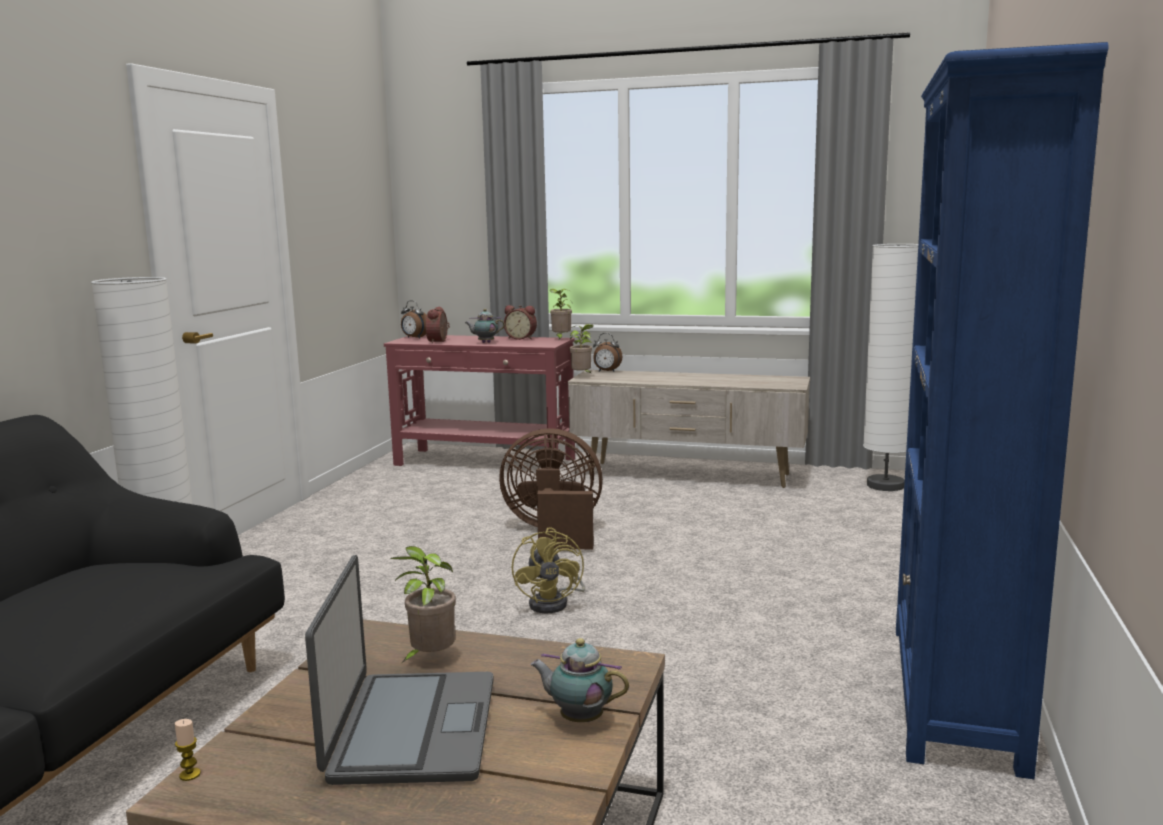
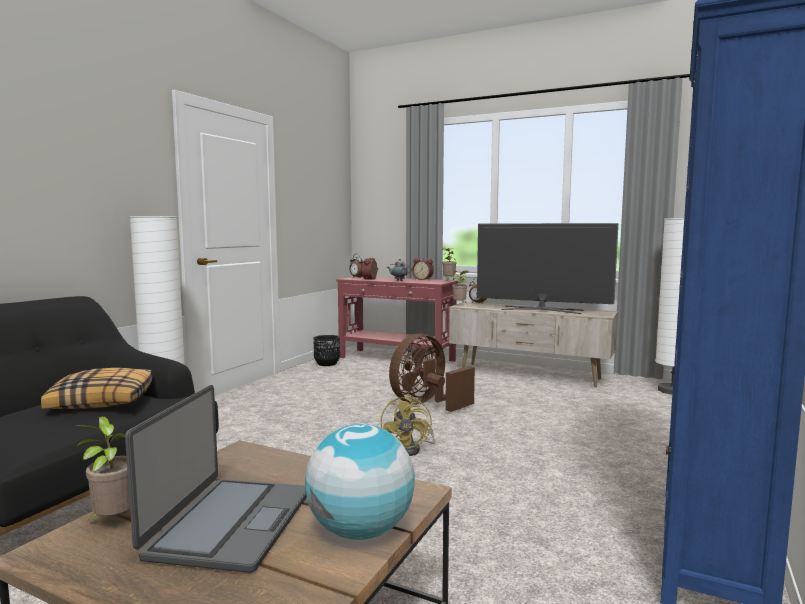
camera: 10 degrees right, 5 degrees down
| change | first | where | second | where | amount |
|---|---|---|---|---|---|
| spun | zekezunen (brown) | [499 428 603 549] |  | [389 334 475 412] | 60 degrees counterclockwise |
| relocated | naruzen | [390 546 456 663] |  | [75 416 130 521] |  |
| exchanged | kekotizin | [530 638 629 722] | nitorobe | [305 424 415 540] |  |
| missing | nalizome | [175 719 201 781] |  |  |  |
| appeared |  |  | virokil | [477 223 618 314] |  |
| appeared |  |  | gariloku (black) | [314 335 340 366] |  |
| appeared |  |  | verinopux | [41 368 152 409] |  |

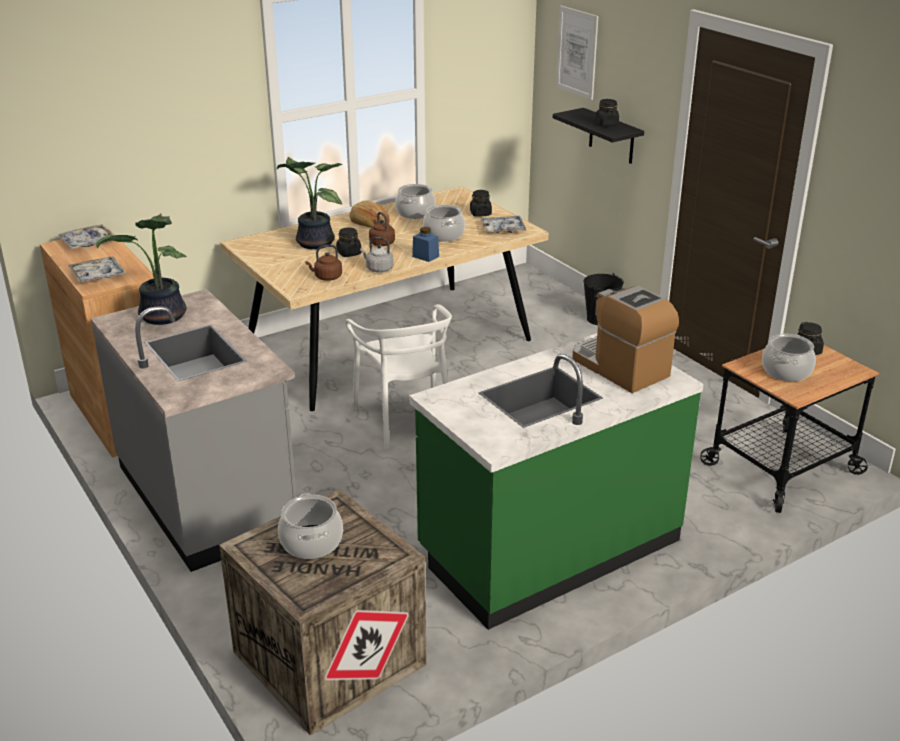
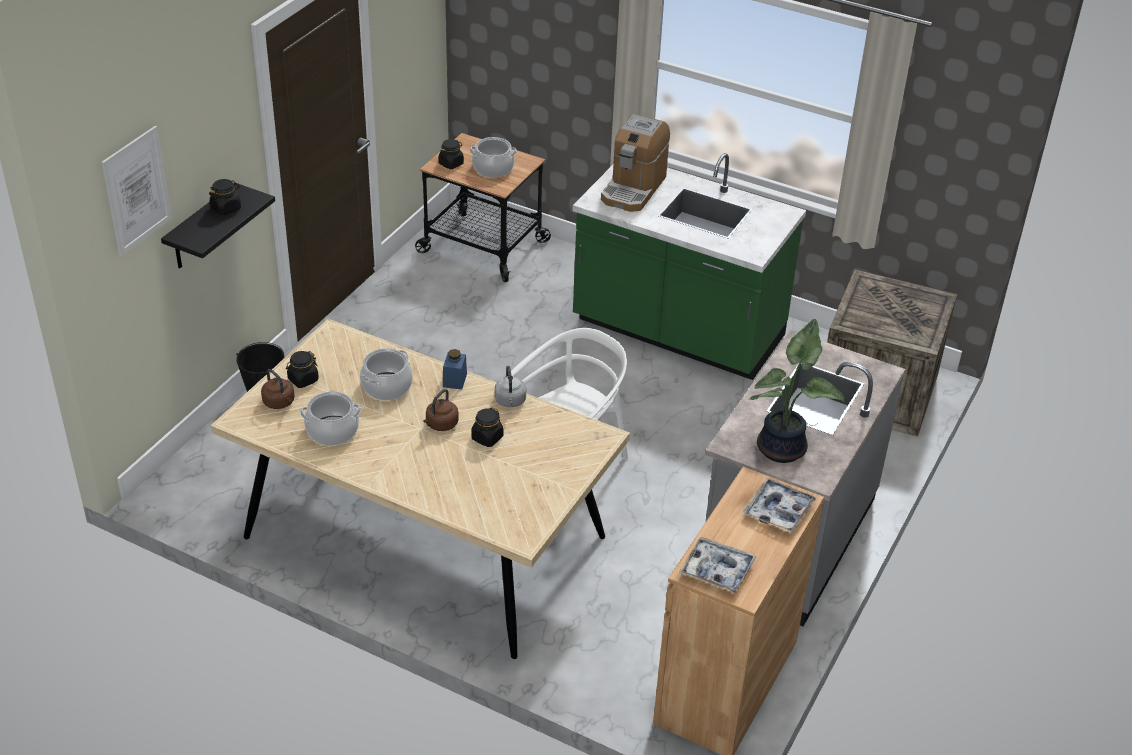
camera: 120 degrees left, 10 degrees up
| change | first | where | second | where | amount |
|---|---|---|---|---|---|
| missing | naruzen | [277 157 342 249] |  |  |  |
| missing | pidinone | [350 200 390 228] |  |  |  |
| missing | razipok | [481 216 527 233] |  |  |  |
| relocated | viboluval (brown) | [305 245 342 281] |  | [261 369 295 409] |  |
| missing | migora | [278 494 343 559] |  |  |  |

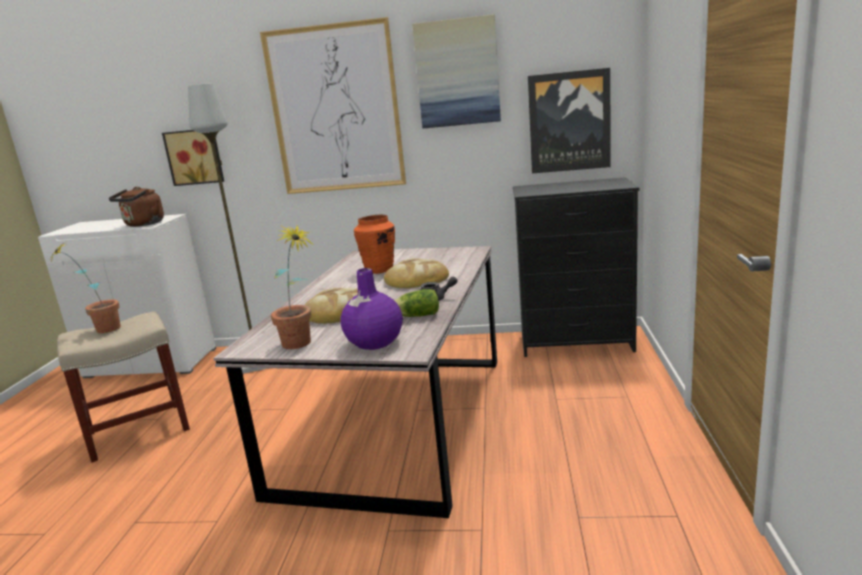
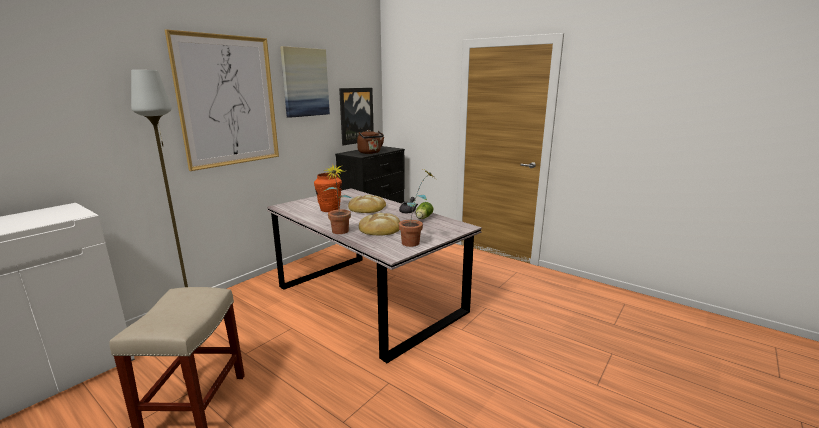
camera: 60 degrees left, 0 degrees up
| change | first | where | second | where | amount |
|---|---|---|---|---|---|
| missing | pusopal | [162 130 224 186] |  |  |  |
| relocated | viboluval (brown) | [109 187 164 227] |  | [357 130 384 154] |  |
| relocated | naruzen | [50 239 121 333] |  | [324 163 352 234] |  |
| missing | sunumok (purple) | [341 268 403 350] |  |  |  |

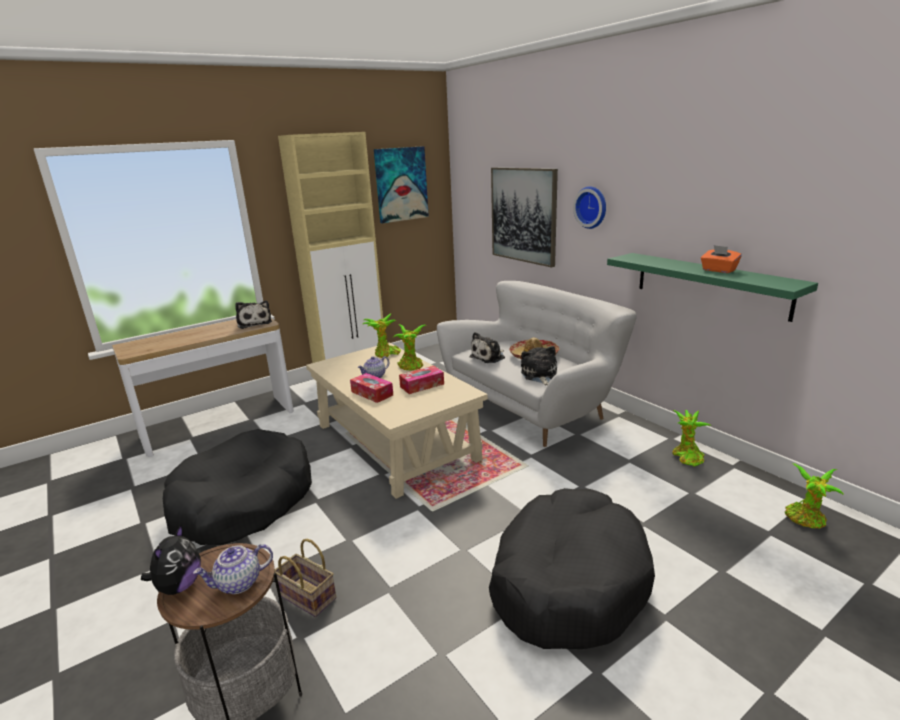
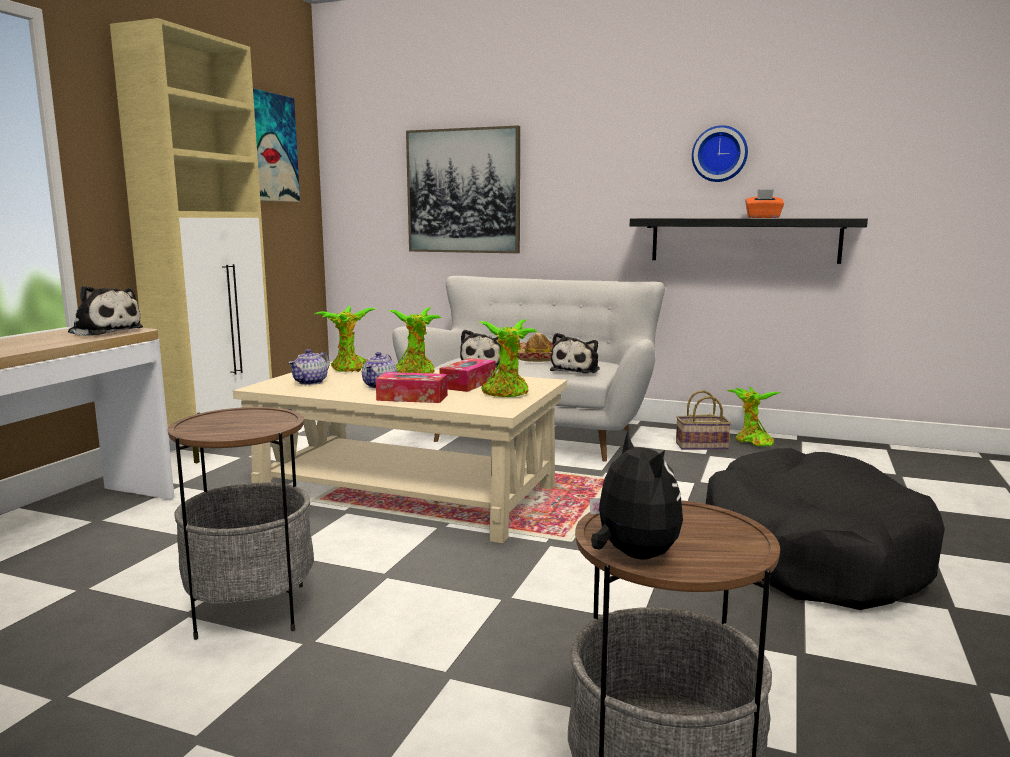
camera: 35 degrees left, 10 degrees down
| change | first | where | second | where | amount |
|---|---|---|---|---|---|
| relocated | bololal | [573 186 606 229] |  | [692 125 748 182] |  |
| colour | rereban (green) | [607 253 818 322] | rereban (black) | [630 218 868 264] |  |
| spun | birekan | [521 346 557 386] |  | [550 333 600 373] | 120 degrees counterclockwise |
| exchanged | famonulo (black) | [163 429 312 545] | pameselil | [167 407 314 640] |  |
| relocated | naruzen | [785 463 844 529] |  | [480 319 537 397] |  |
| relocated | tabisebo | [275 539 336 617] |  | [676 390 731 450] |  |
| relocated | kekotizin | [193 544 273 594] |  | [288 349 330 385] |  |

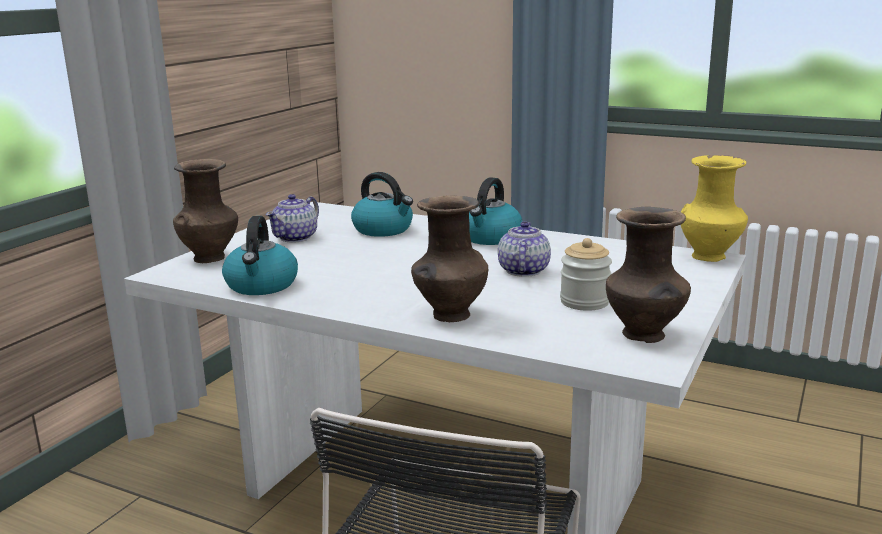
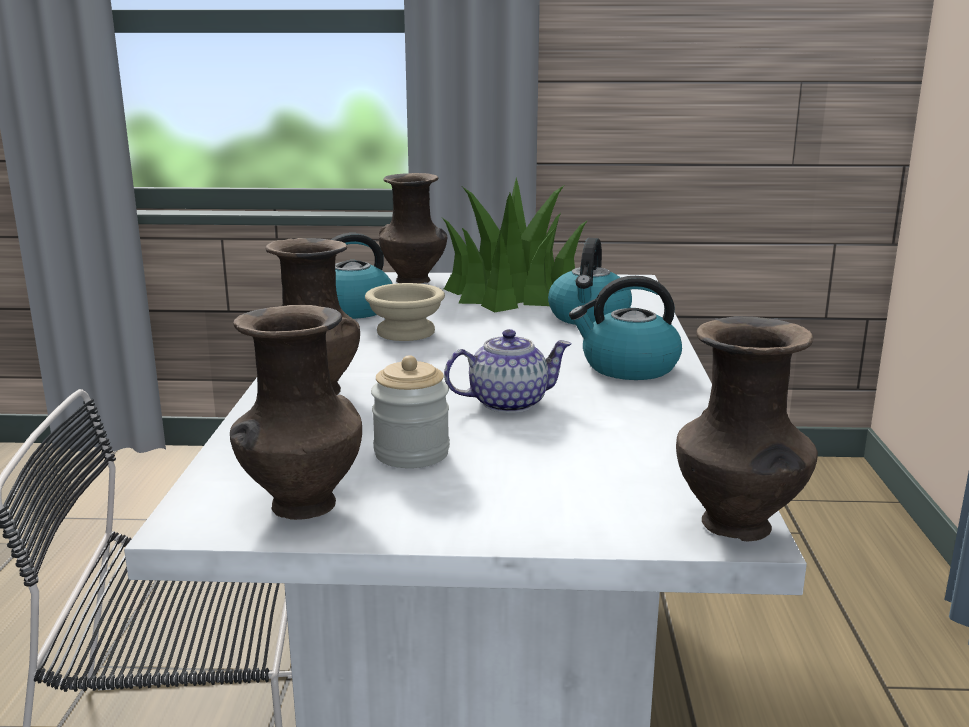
camera: 65 degrees right, 0 degrees up
| change | first | where | second | where | amount |
|---|---|---|---|---|---|
| colour | sunumok (yellow) | [681 155 748 262] | sunumok (brown) | [676 316 818 542] |  |
| exchanged | kekotizin | [266 194 319 243] | naruzen | [442 177 588 312] |  |
| appeared |  |  | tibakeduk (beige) | [365 283 445 341] |  |

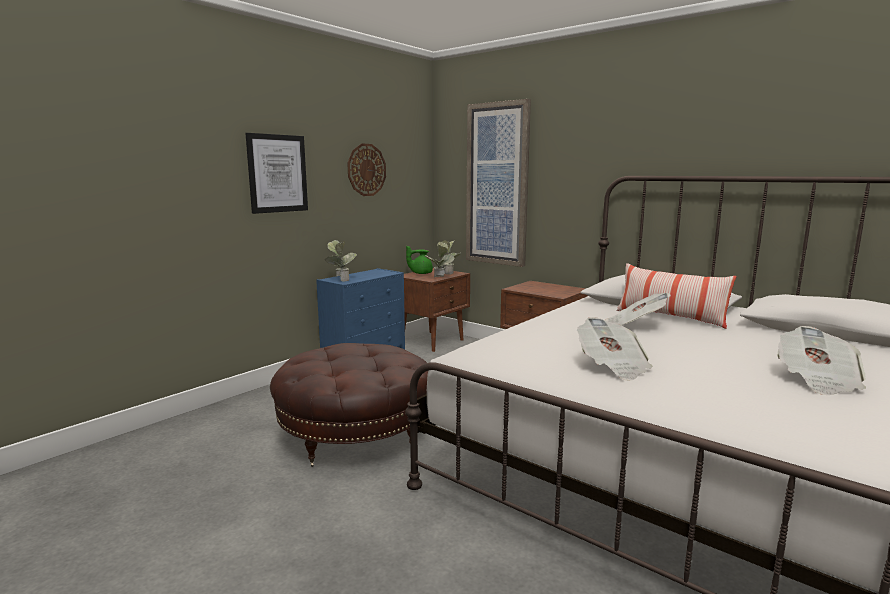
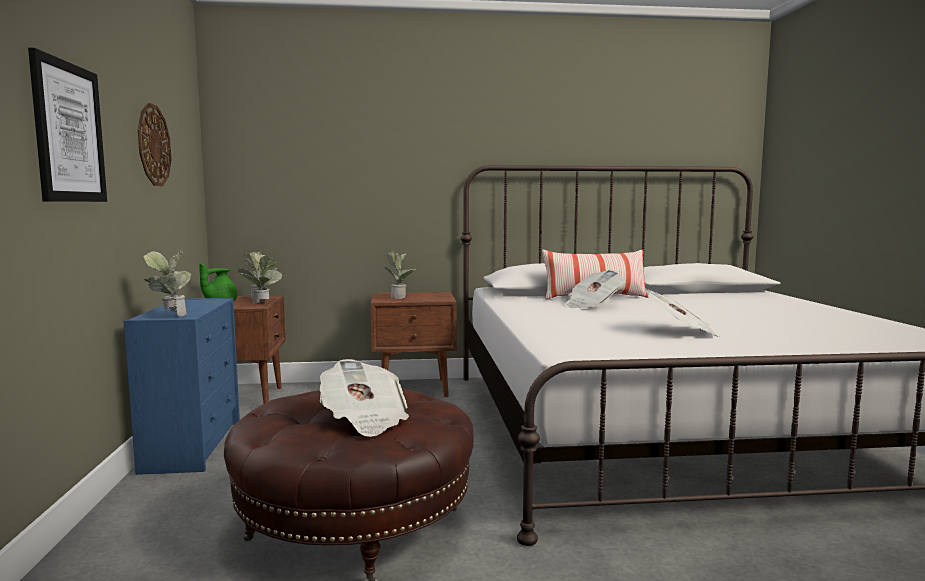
camera: 45 degrees left, 5 degrees down
| change | first | where | second | where | amount |
|---|---|---|---|---|---|
| missing | pusopal | [466 99 531 267] |  |  |  |
| relocated | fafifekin | [777 326 866 395] |  | [319 359 409 437] |  |
| appeared |  |  | naruzen | [385 251 416 299] |  |

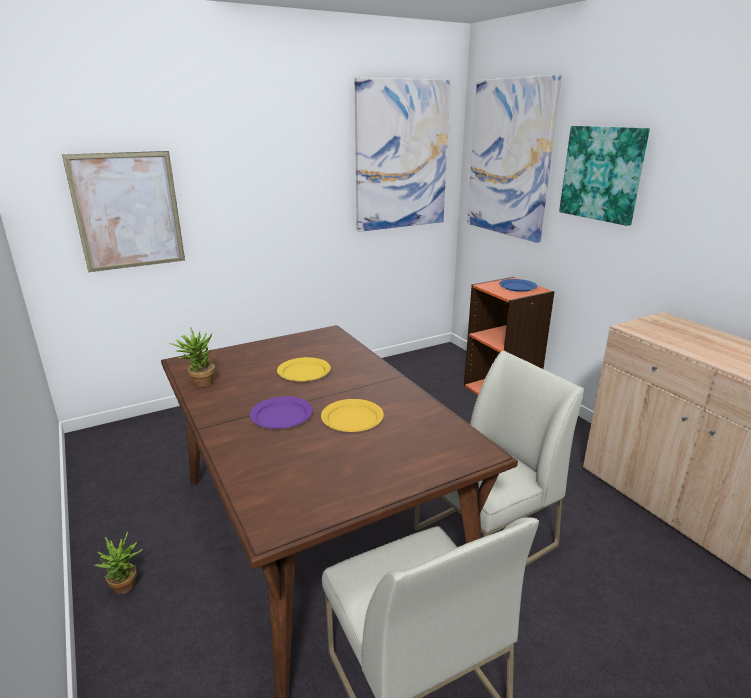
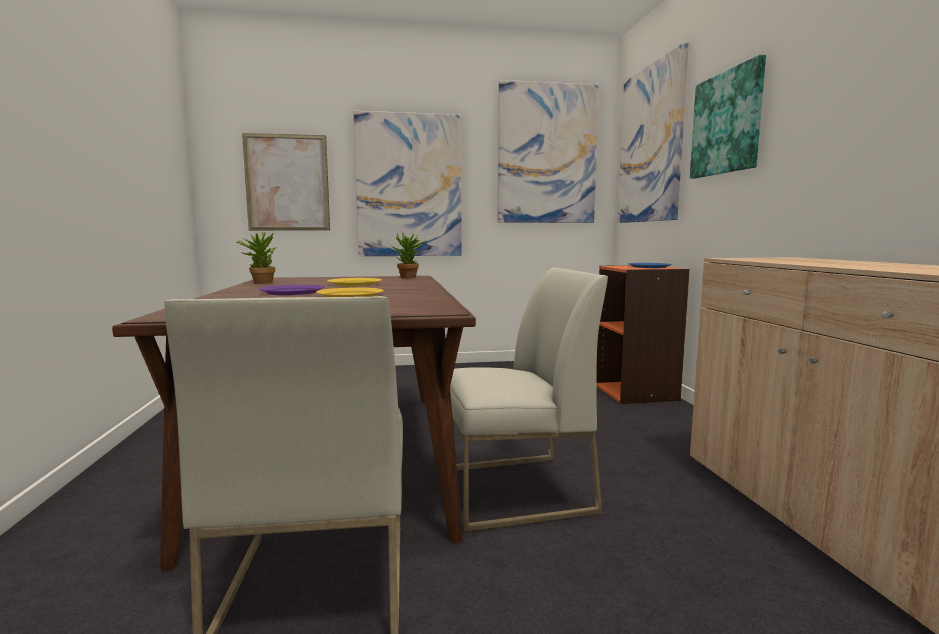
camera: 20 degrees right, 15 degrees down
| change | first | where | second | where | amount |
|---|---|---|---|---|---|
| relocated | naruzen | [94 532 143 594] |  | [392 232 427 278] |  |
| appeared |  |  | pusopal | [354 111 461 256] |  |

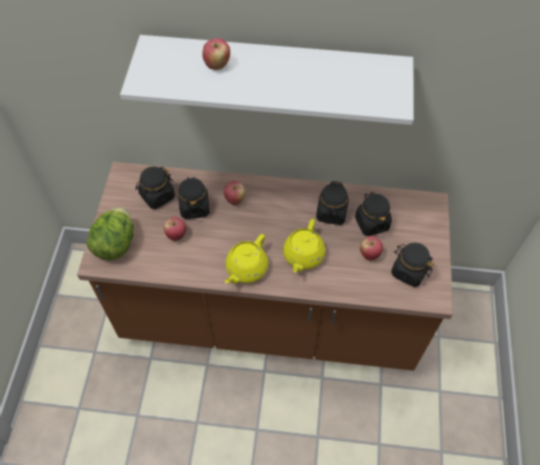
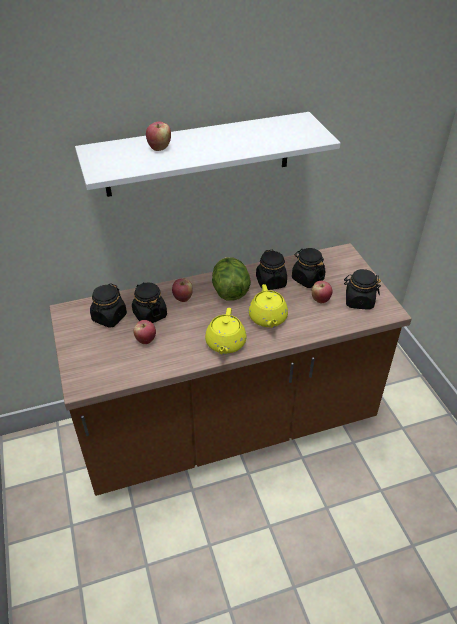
camera: 25 degrees left, 15 degrees down
| change | first | where | second | where | amount |
|---|---|---|---|---|---|
| relocated | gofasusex | [87 207 133 261] |  | [212 257 251 301] |  |

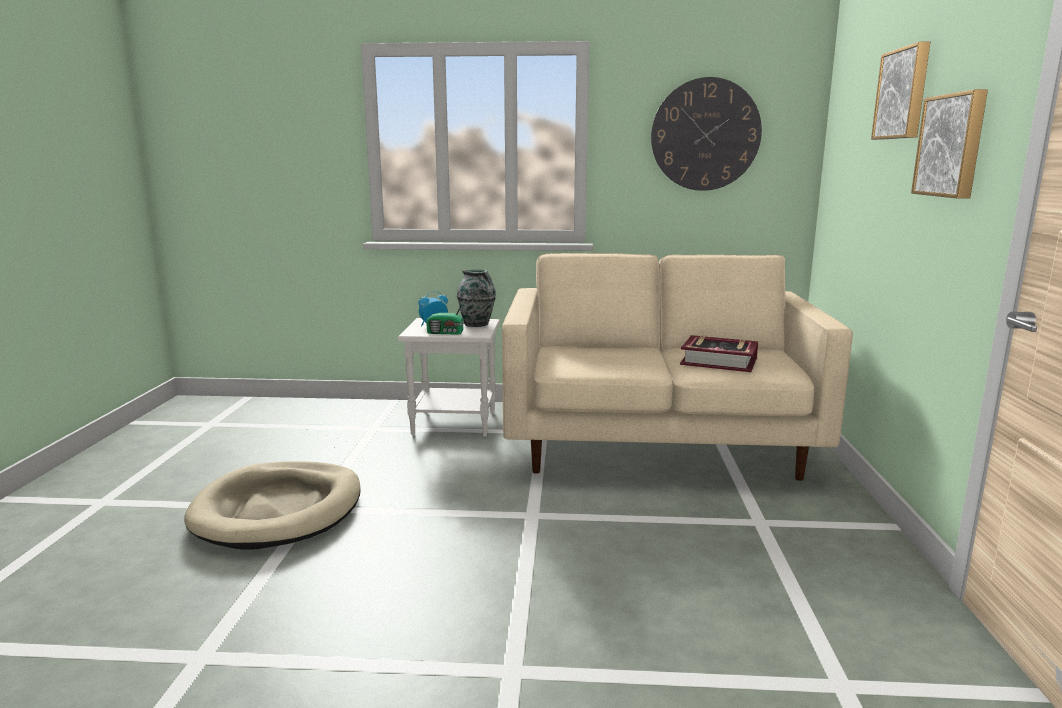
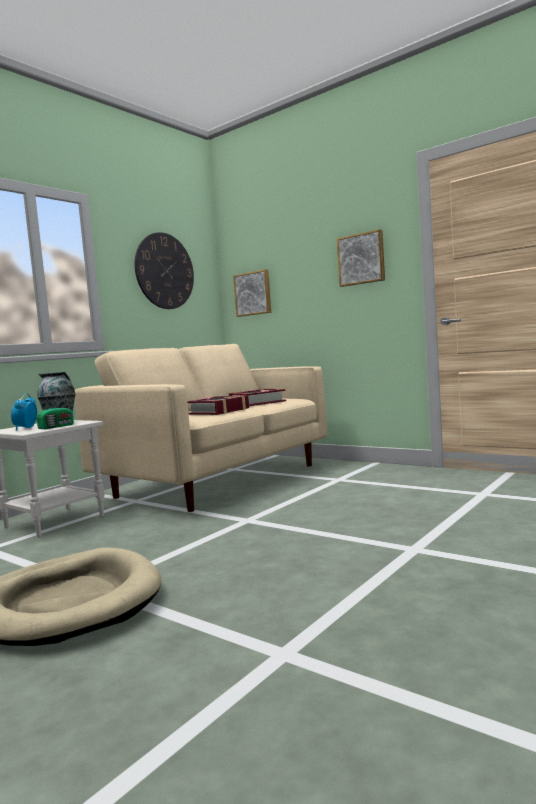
camera: 55 degrees left, 10 degrees down
| change | first | where | second | where | amount |
|---|---|---|---|---|---|
| relocated | pusopal | [871 42 930 140] |  | [233 269 271 317] |  |
| appeared |  |  | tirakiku | [187 395 249 415] |  |

